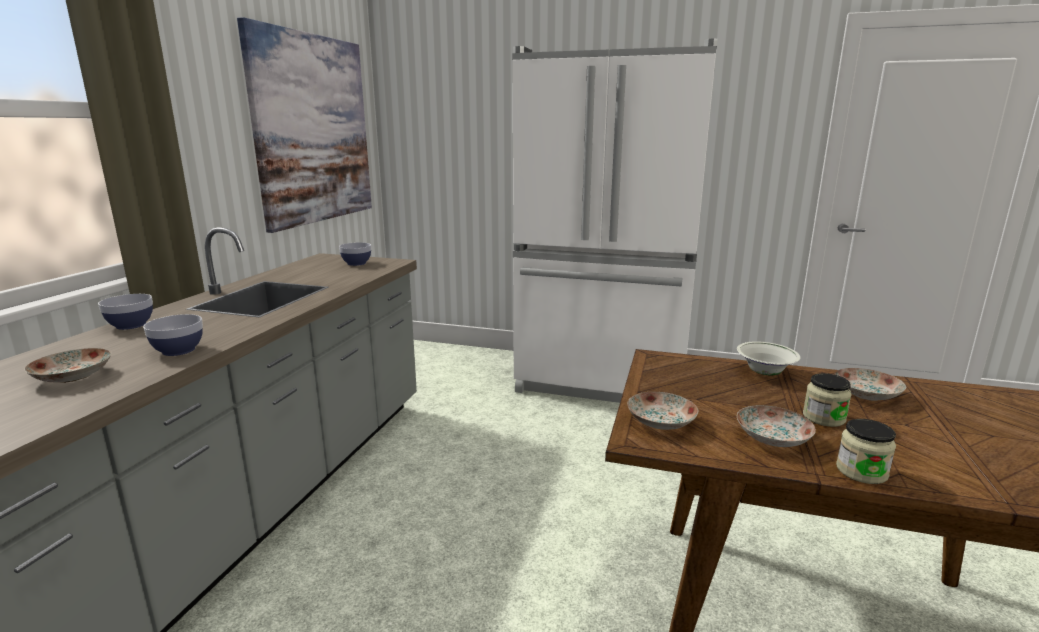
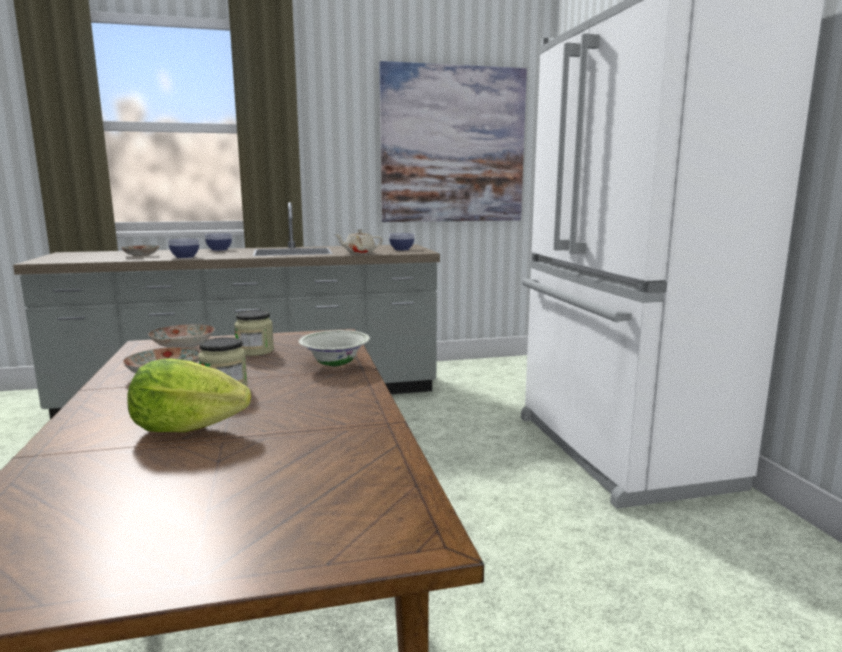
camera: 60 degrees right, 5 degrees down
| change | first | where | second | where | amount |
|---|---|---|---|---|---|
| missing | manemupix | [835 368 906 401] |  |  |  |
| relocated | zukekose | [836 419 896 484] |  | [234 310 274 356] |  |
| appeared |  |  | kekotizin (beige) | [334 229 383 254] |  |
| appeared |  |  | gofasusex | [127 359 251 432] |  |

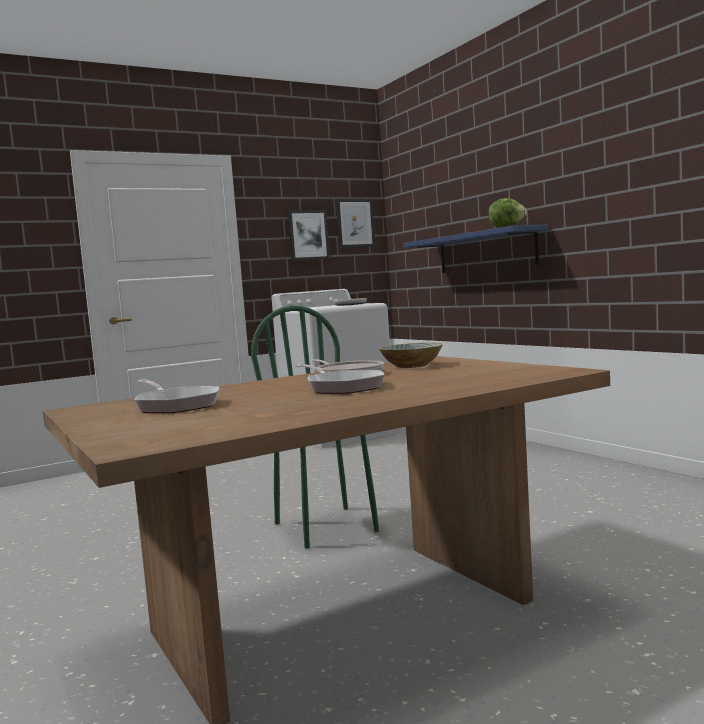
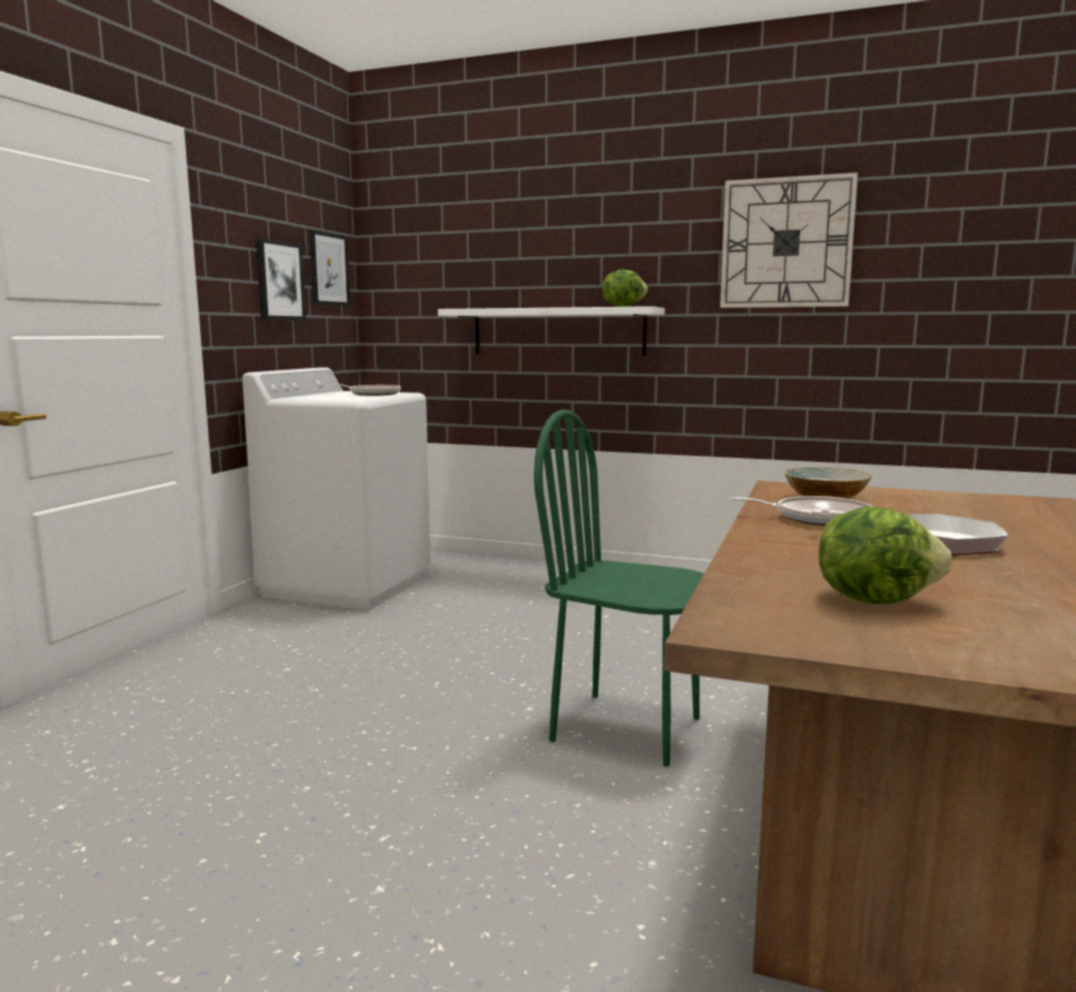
camera: 40 degrees left, 5 degrees up
| change | first | where | second | where | amount |
|---|---|---|---|---|---|
| colour | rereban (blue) | [403 225 548 273] | rereban (white) | [438 306 665 355] |  |
| exchanged | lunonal | [135 379 219 413] | gofasusex | [819 506 952 604] |  |
| appeared |  |  | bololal | [720 172 858 308] |  |

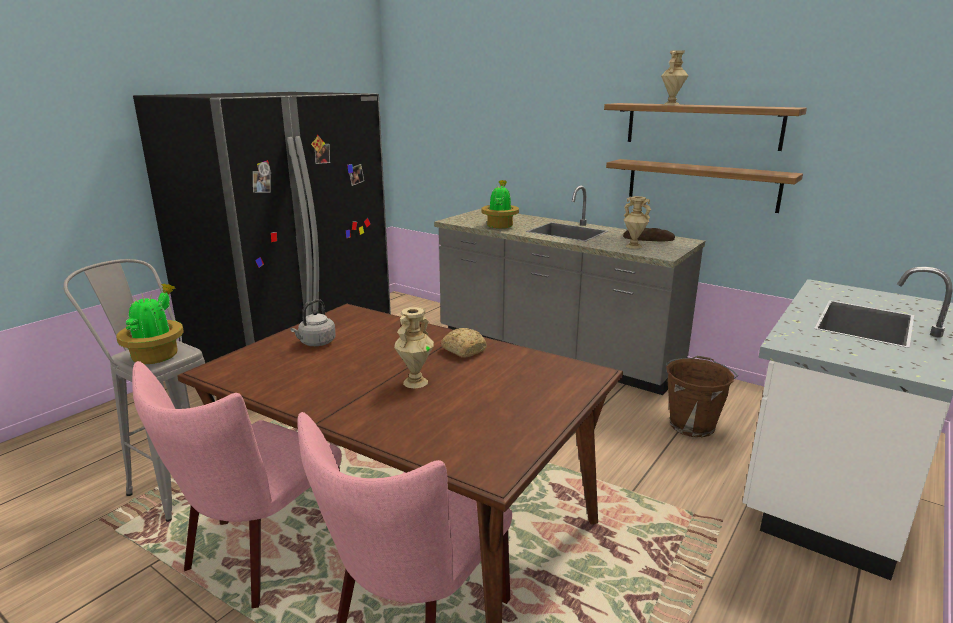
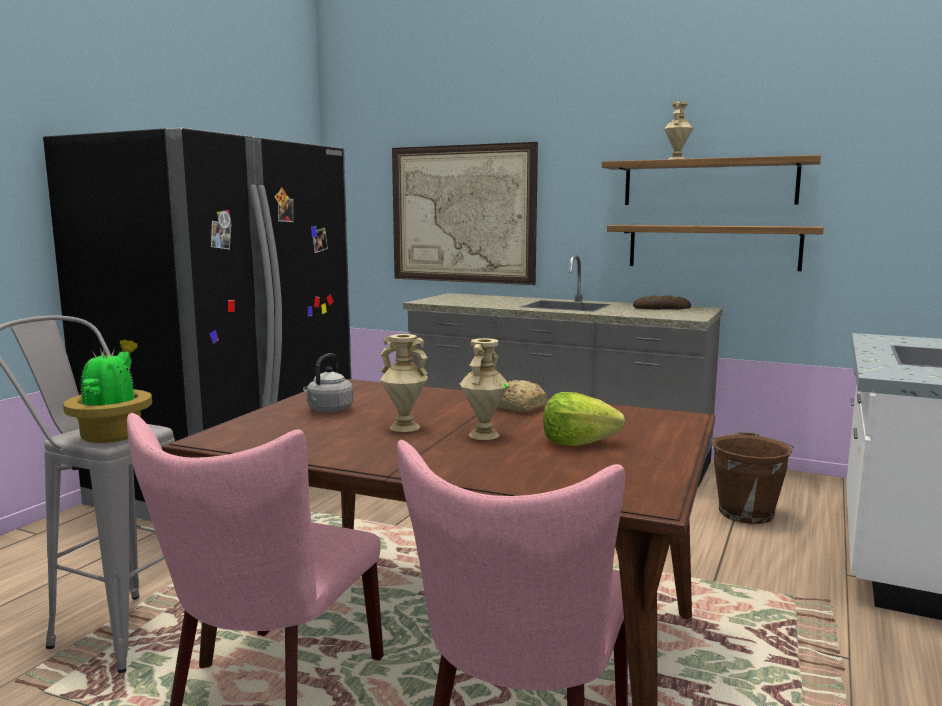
camera: 10 degrees left, 10 degrees down
| change | first | where | second | where | amount |
|---|---|---|---|---|---|
| missing | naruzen | [482 180 519 229] |  |  |  |
| relocated | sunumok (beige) | [624 196 651 249] |  | [380 334 428 432] |  |
| appeared |  |  | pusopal | [392 142 538 285] |  |
| appeared |  |  | gofasusex | [543 392 625 446] |  |

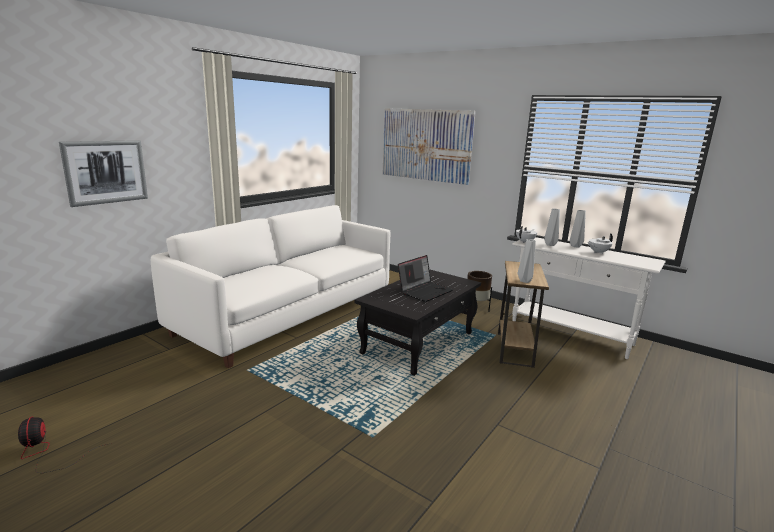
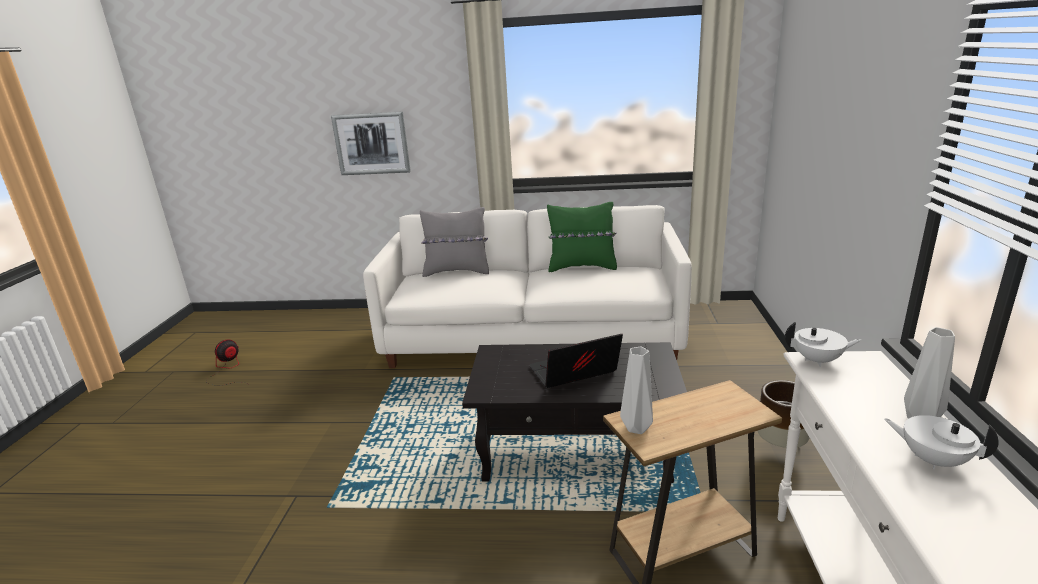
camera: 60 degrees right, 5 degrees up
| change | first | where | second | where | amount |
|---|---|---|---|---|---|
| missing | pusopal | [383 108 476 185] |  |  |  |
| missing | sunumok (grey) | [544 209 560 246] |  |  |  |
| spun | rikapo | [398 255 453 302] |  | [529 334 623 388] | 150 degrees clockwise |
| appeared |  |  | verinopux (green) | [547 202 617 272] |  |
| appeared |  |  | verinopux (grey) | [420 207 489 277] |  |

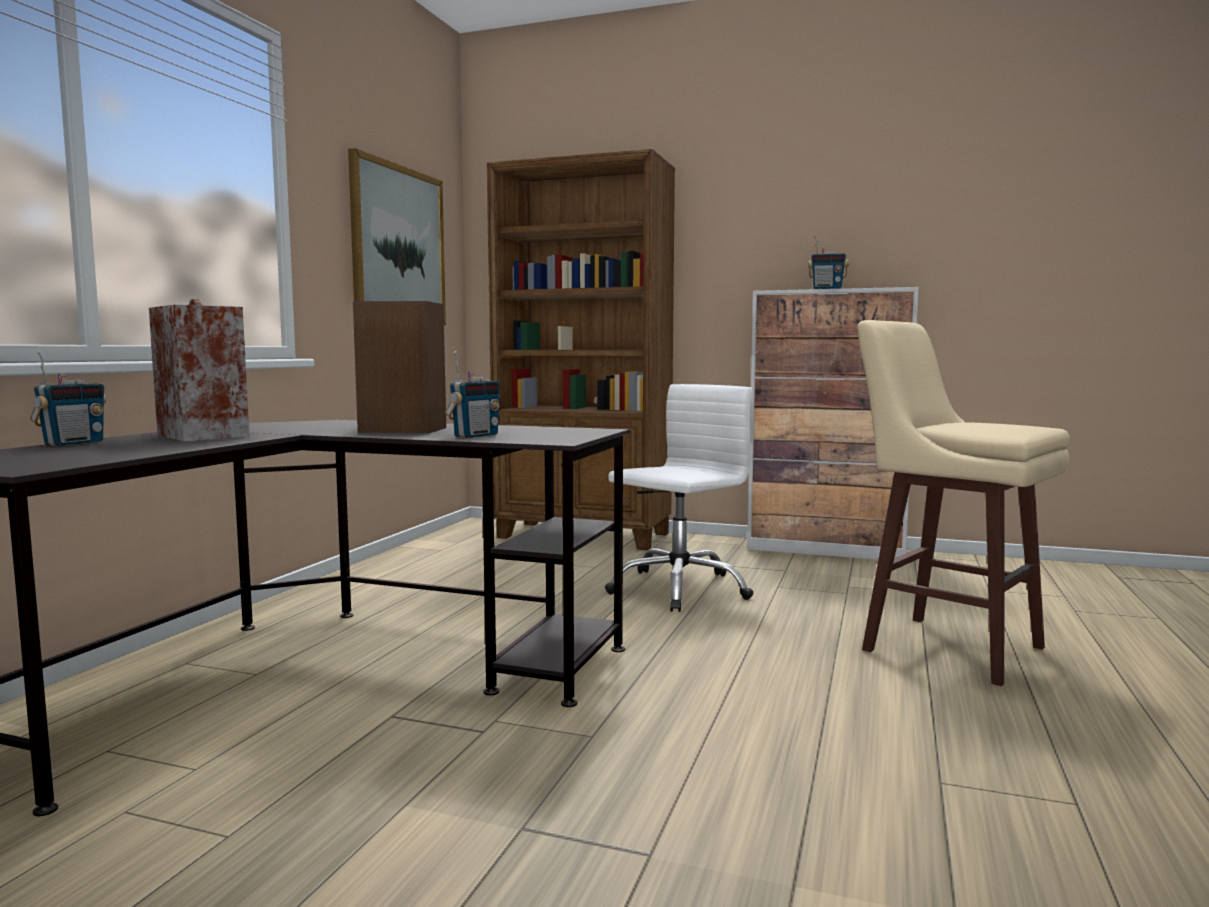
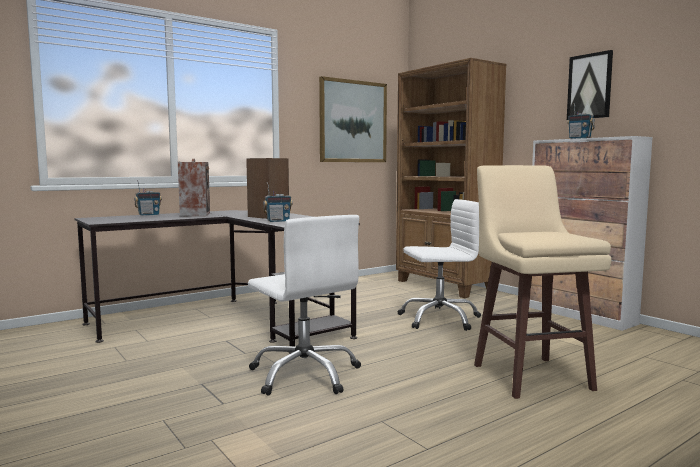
camera: 35 degrees right, 0 degrees up
| change | first | where | second | where | amount |
|---|---|---|---|---|---|
| appeared |  |  | pusopal | [567 50 613 120] |  |
| appeared |  |  | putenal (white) | [248 215 361 395] |  |

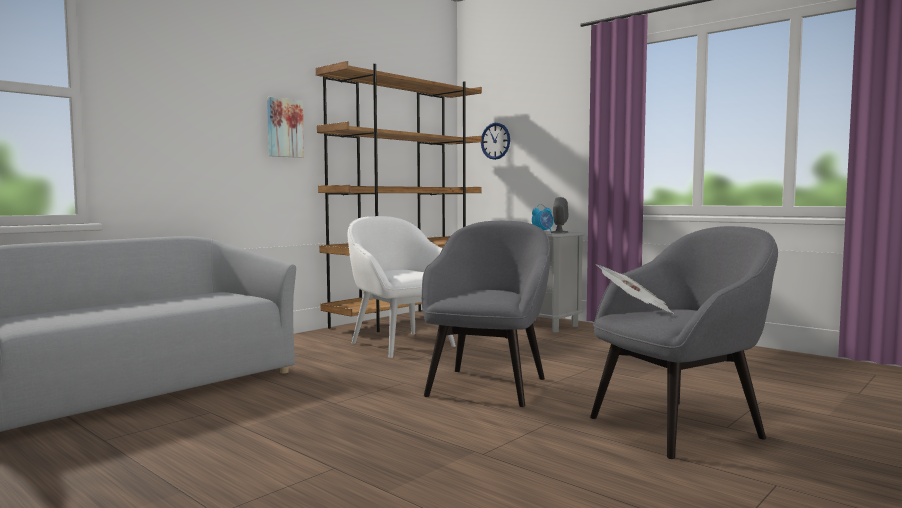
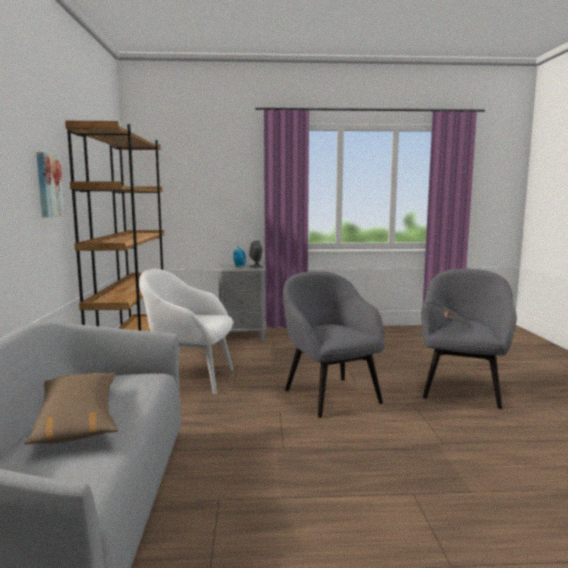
camera: 45 degrees left, 5 degrees up
| change | first | where | second | where | amount |
|---|---|---|---|---|---|
| missing | bololal | [481 123 510 160] |  |  |  |
| appeared |  |  | verinopux (brown) | [24 373 118 445] |  |

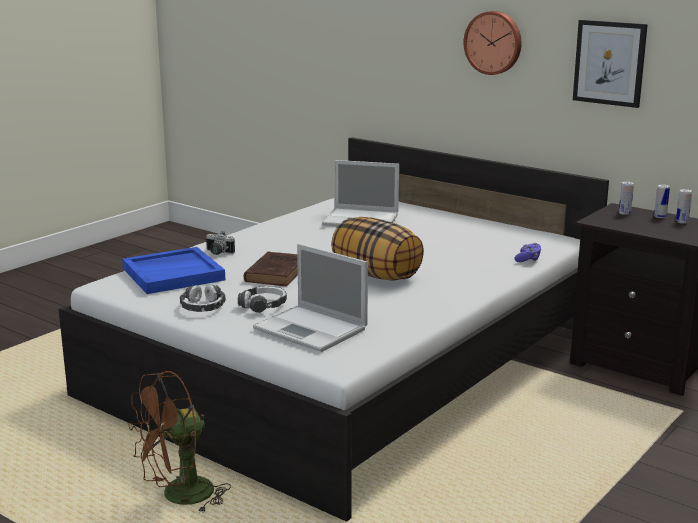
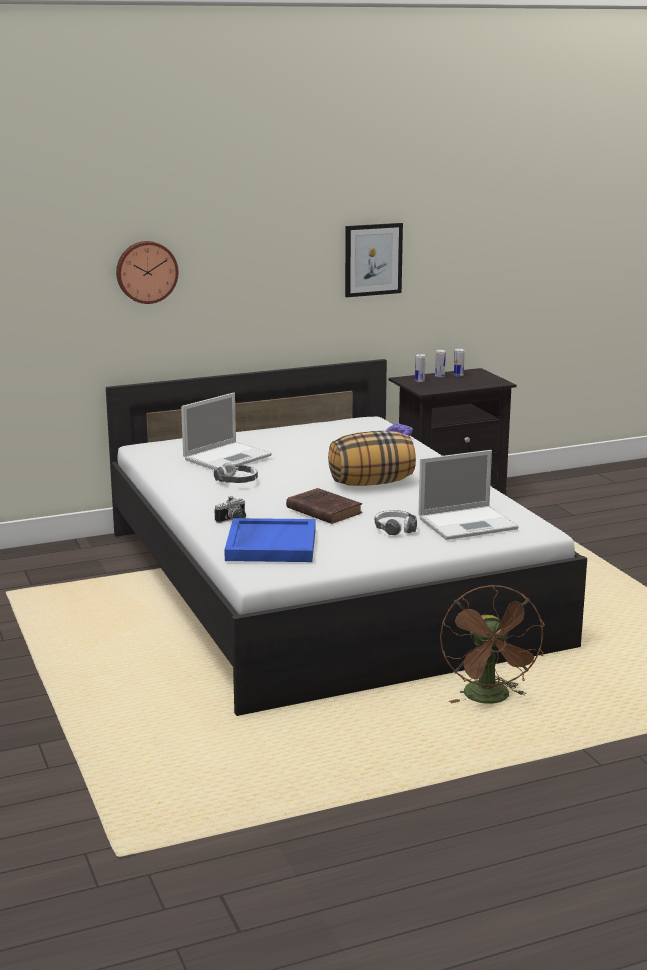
camera: 60 degrees left, 0 degrees up
| change | first | where | second | where | amount |
|---|---|---|---|---|---|
| relocated | bololal | [463 11 522 75] |  | [116 241 178 304] |  |
| relocated | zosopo | [180 285 226 312] |  | [214 463 258 483] |  |

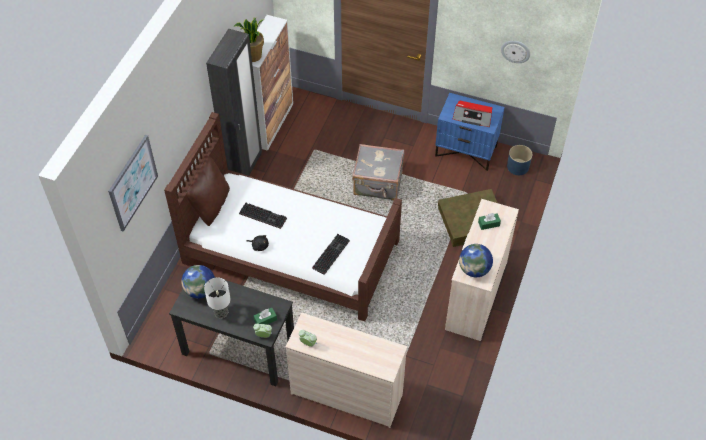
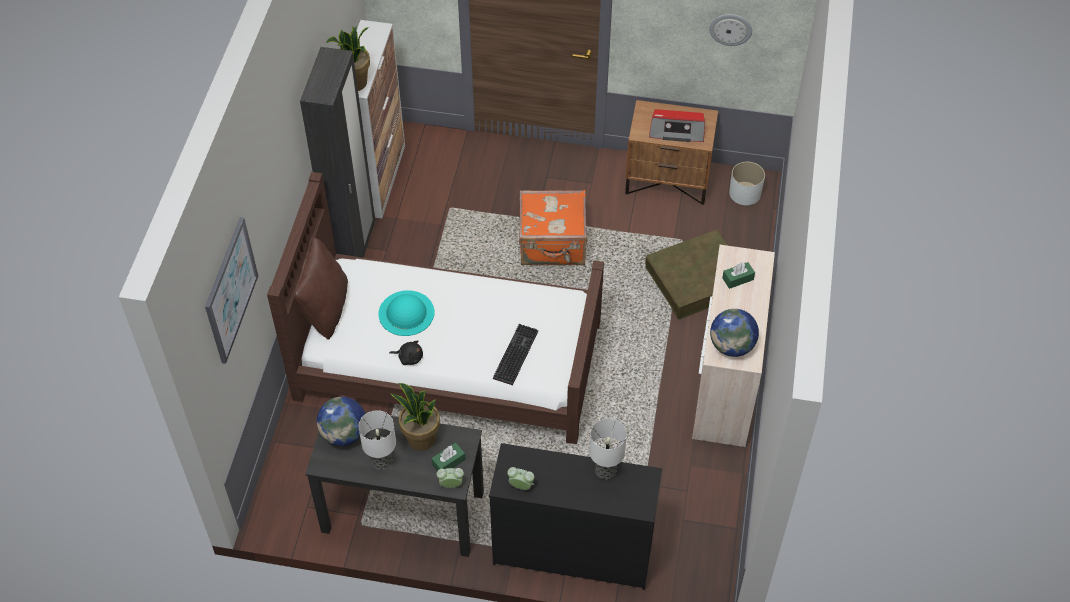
camera: 10 degrees left, 0 degrees up
| change | first | where | second | where | amount |
|---|---|---|---|---|---|
| colour | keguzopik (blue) | [435 93 505 171] | keguzopik (brown) | [625 100 718 205] |  |
| colour | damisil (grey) | [352 144 404 200] | damisil (orange) | [519 190 587 265] |  |
| colour | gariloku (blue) | [507 145 532 175] | gariloku (white) | [729 162 765 205] |  |
| exchanged | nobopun | [239 202 287 229] | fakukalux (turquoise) | [379 290 434 336] |  |
| colour | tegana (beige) | [285 312 407 428] | tegana (black) | [489 443 662 590] |  |
| appeared |  |  | naruzen | [390 383 440 451] |  |
| appeared |  |  | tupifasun | [590 419 627 479] |  |

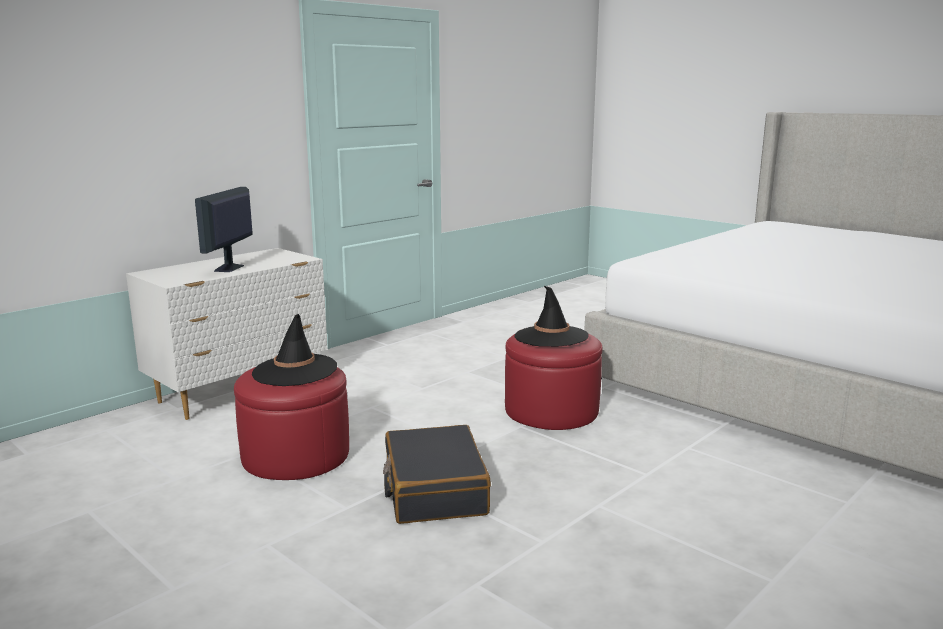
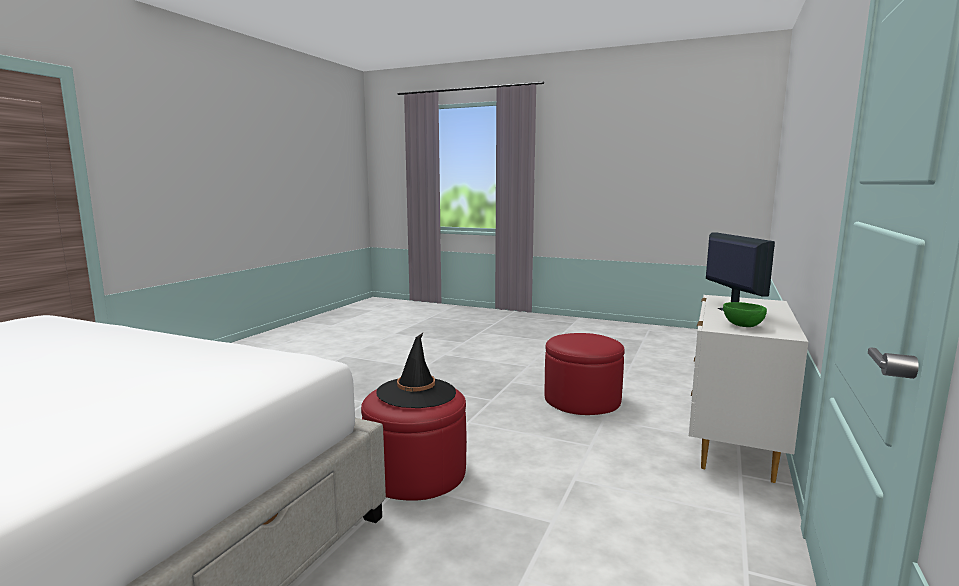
camera: 160 degrees right, 5 degrees down
| change | first | where | second | where | amount |
|---|---|---|---|---|---|
| missing | fakukalux (black) | [252 314 337 386] |  |  |  |
| missing | damisil (black) | [383 425 491 524] |  |  |  |
| appeared |  |  | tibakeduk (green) | [723 302 767 327] |  |

